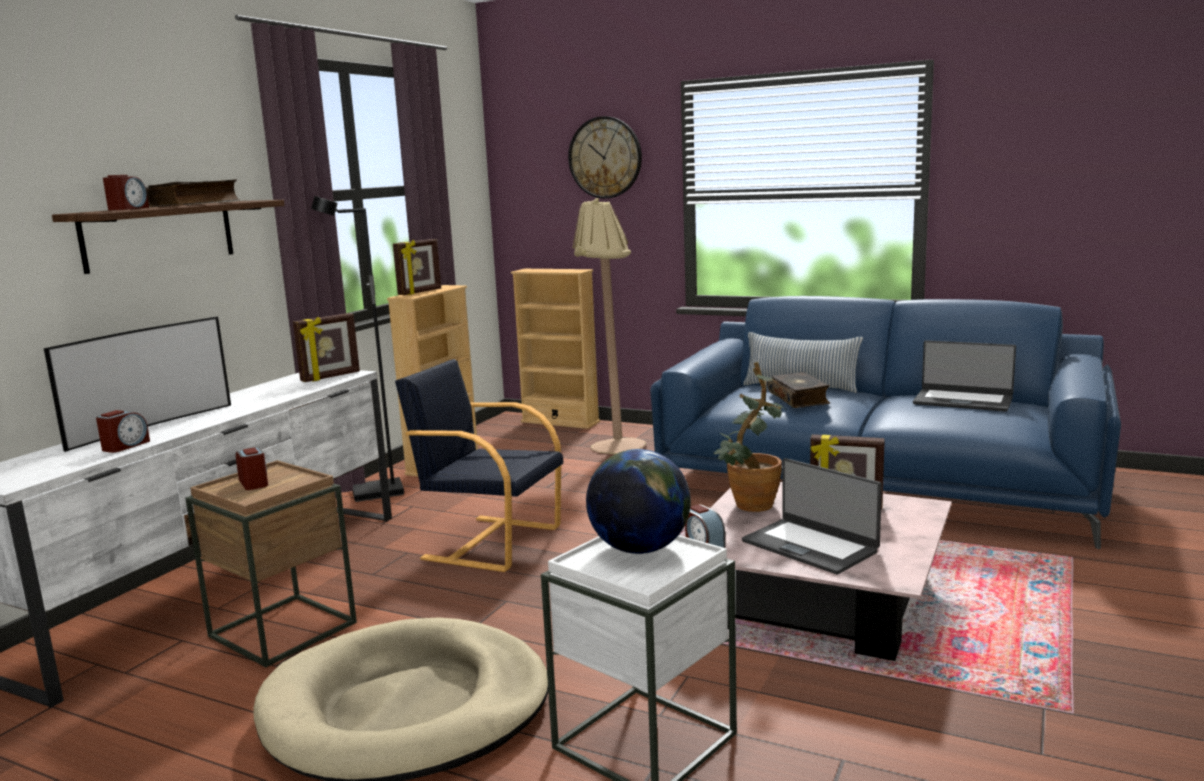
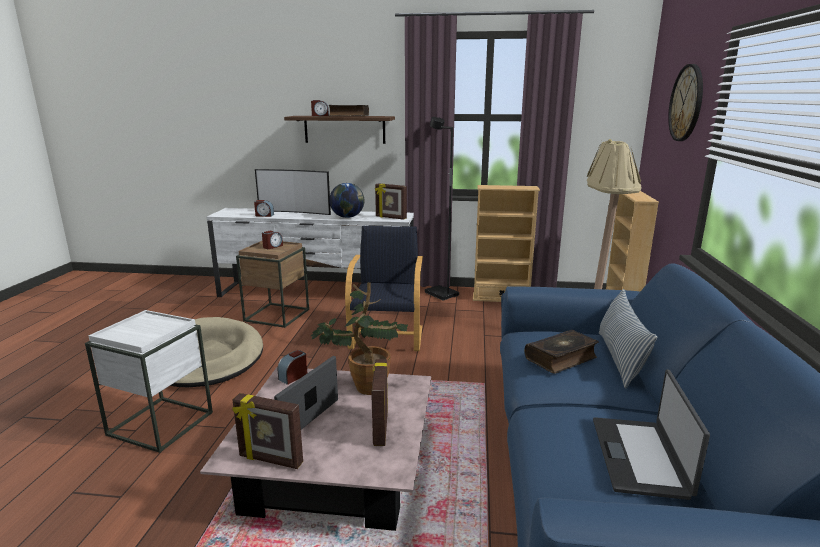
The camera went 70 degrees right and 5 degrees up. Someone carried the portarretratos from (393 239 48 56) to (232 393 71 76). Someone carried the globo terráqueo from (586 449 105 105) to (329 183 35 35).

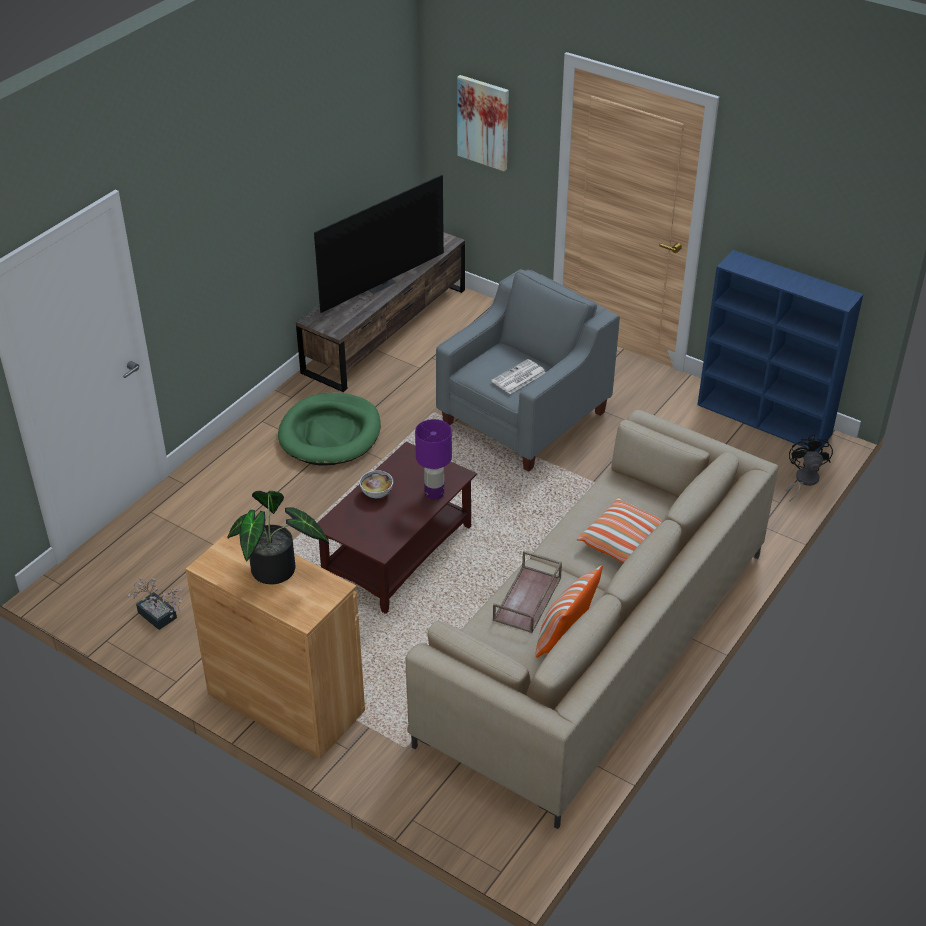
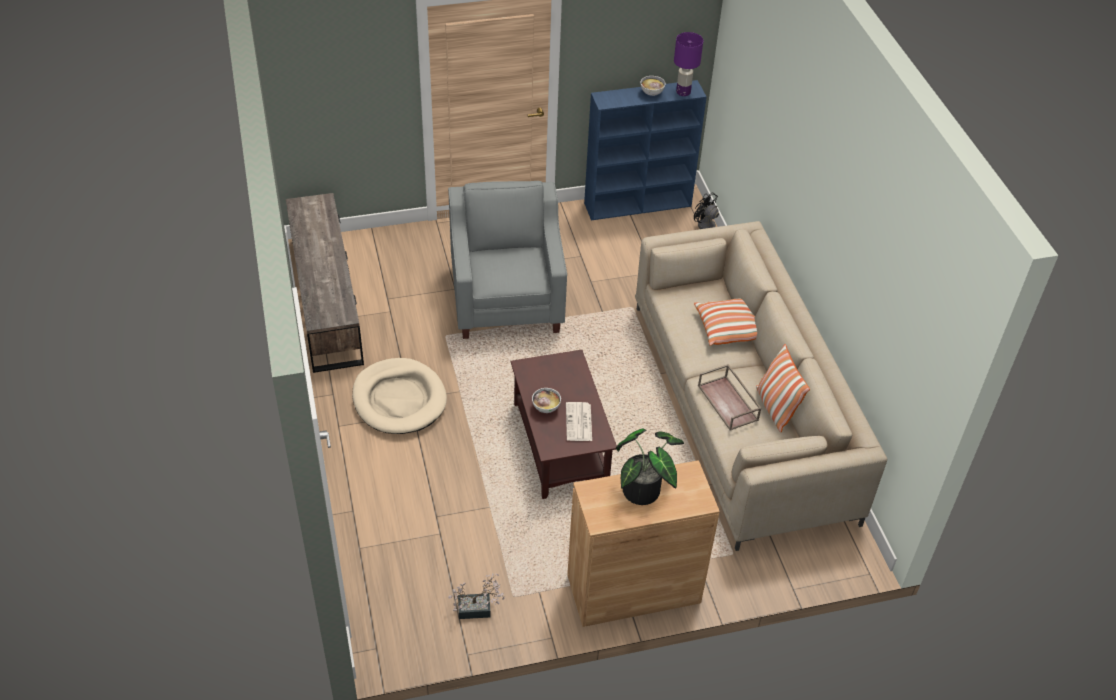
The camera went 50 degrees left and 5 degrees up. Someone repainted the cama para perro (verde) at (278 393 103 73), which became the cama para perro (beis) at (352 358 95 76). Someone carried the periódico from (491 359 55 35) to (566 402 26 39). Someone put down the cuenco at (640 76 26 20). Someone carried the lámpara de mesa (morado) from (415 419 37 81) to (674 32 29 64). Someone took away the televisor at (314 175 130 138). Someone took away the cuadro at (457 75 52 96).

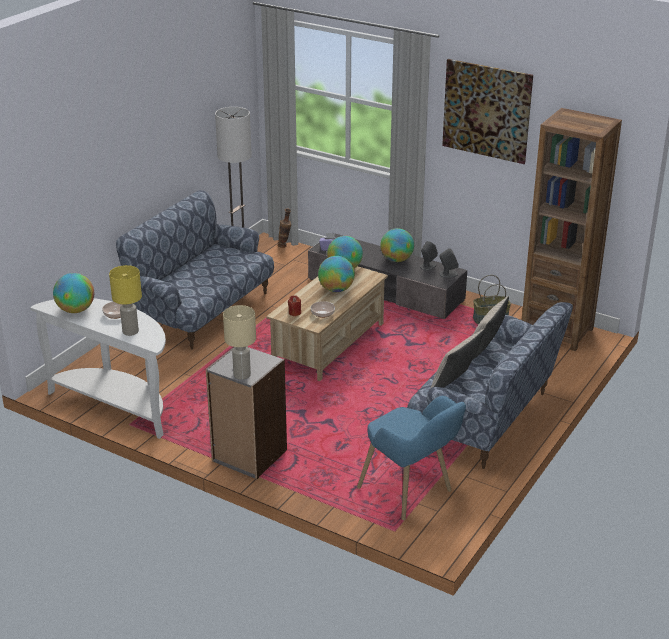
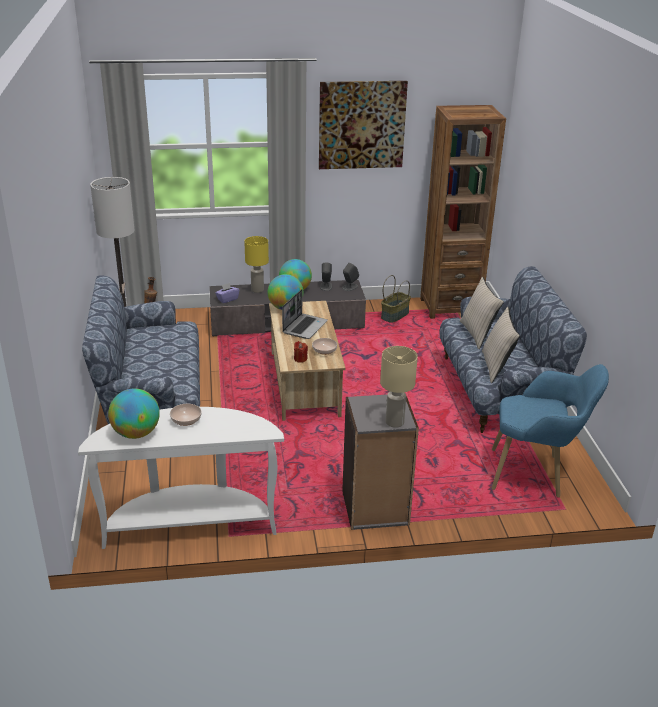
The camera went 40 degrees left and 0 degrees up. Someone carried the lámpara de mesa (amarillo) from (109 265 33 71) to (244 236 25 57). Someone swapped the globo terráqueo at (318 256 37 36) for the portátil at (282 289 46 50).

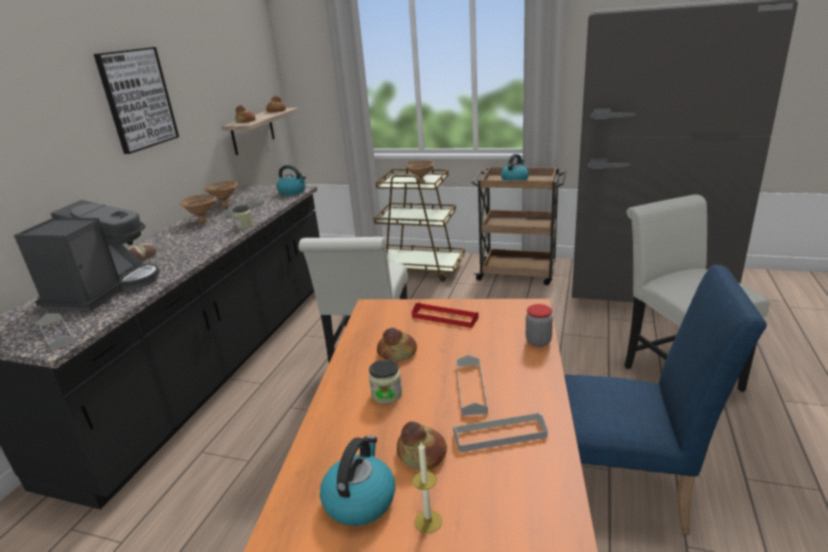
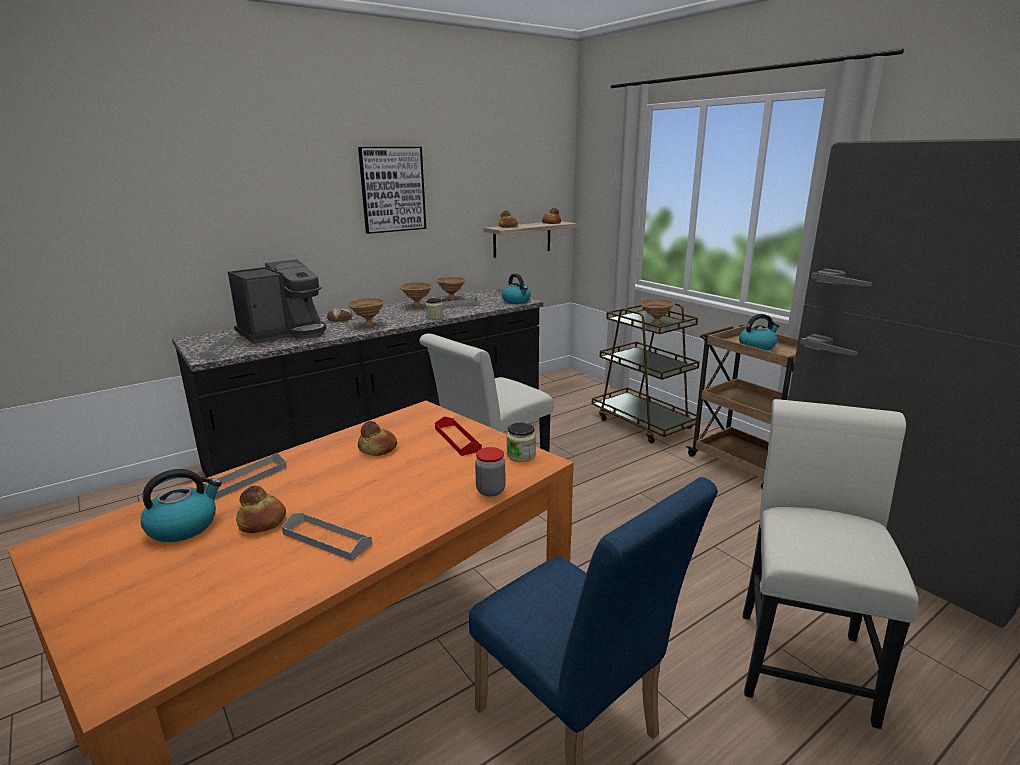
The camera went 35 degrees right and 5 degrees down. Someone carried the bandeja (gris) from (456 355 32 60) to (204 453 83 47). Someone put down the cuenco (marrón) at (348 298 37 28). Someone carried the tarro from (369 359 33 45) to (507 423 29 39). Someone took away the vela at (412 442 30 91).

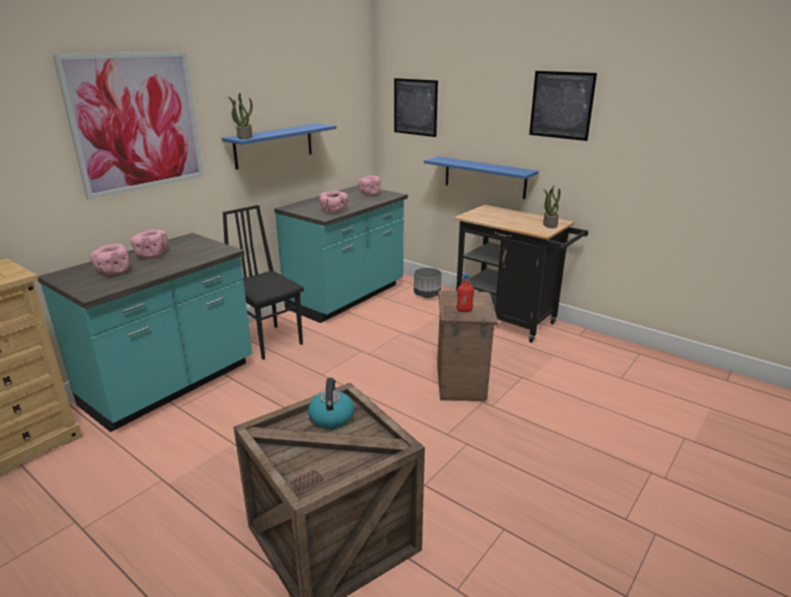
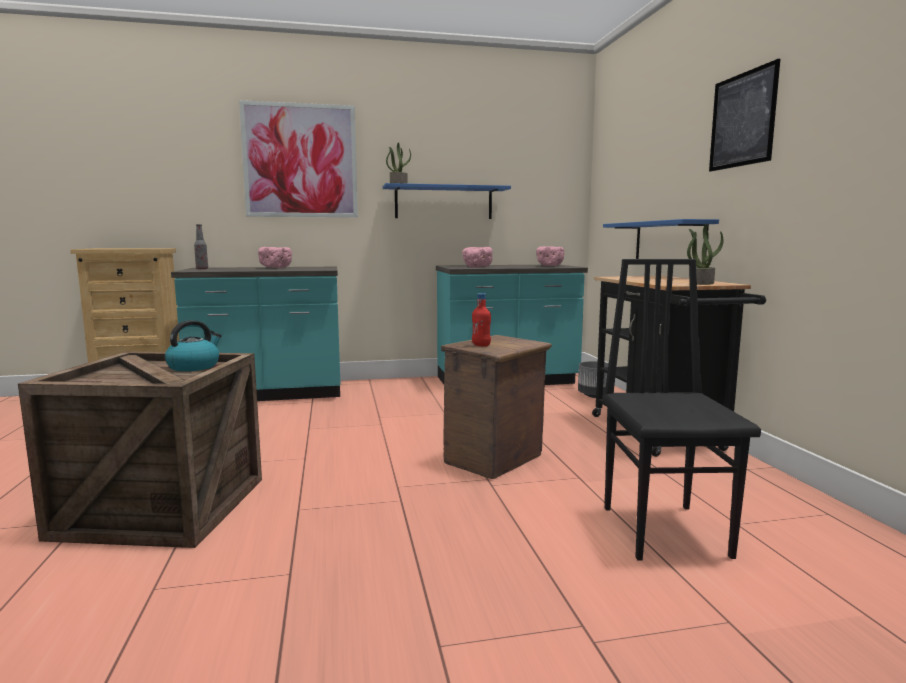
The camera went 40 degrees right and 15 degrees down. Someone put down the botella at (194 224 14 45). Someone carried the silla (negro) from (223 205 81 155) to (602 259 159 302). Someone took away the cuenco (rosa) at (90 244 39 31). Someone took away the cuadro at (394 78 44 59).

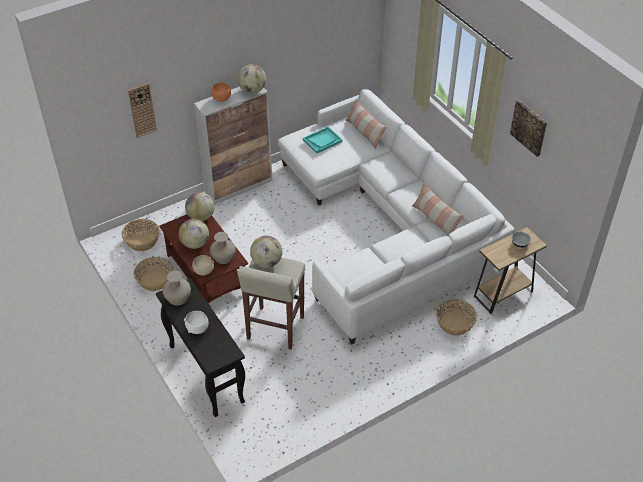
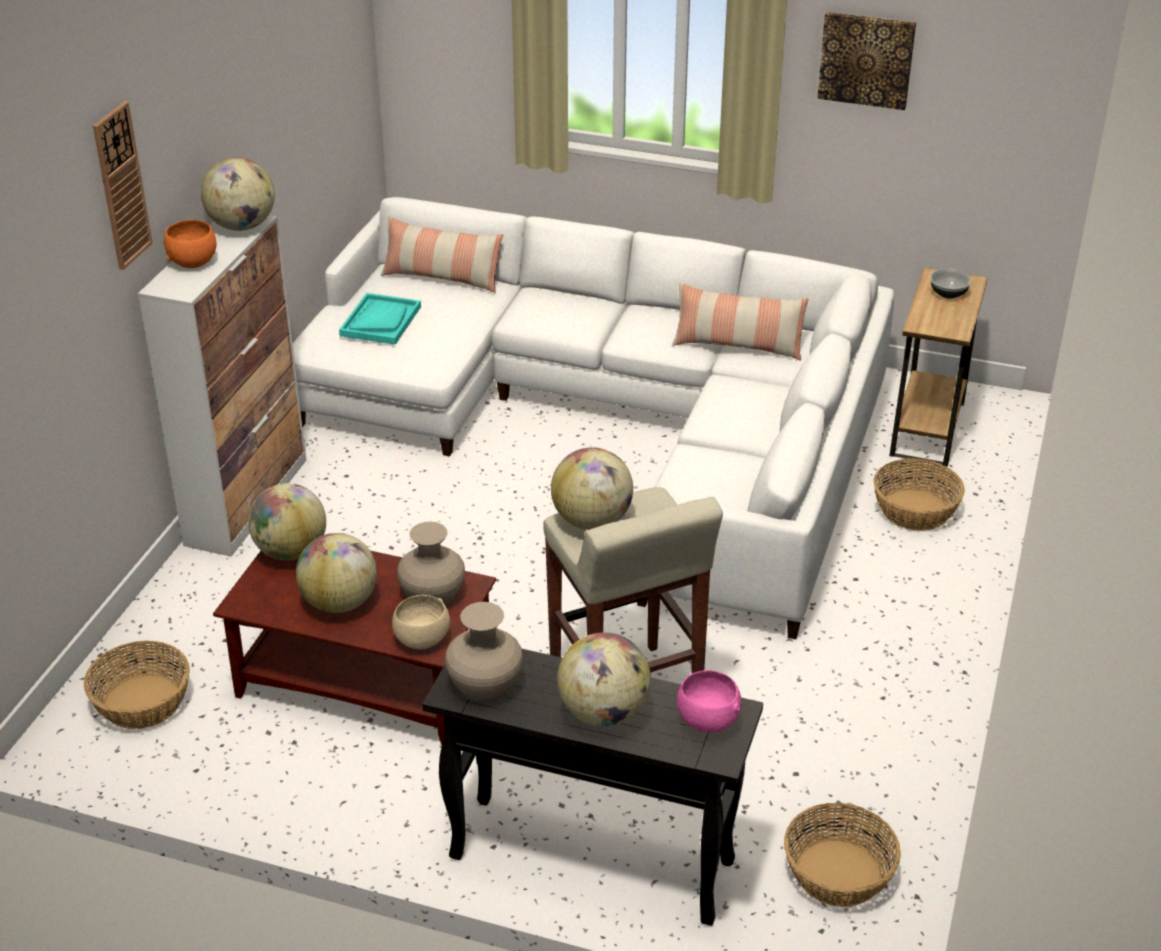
The camera went 40 degrees left and 10 degrees down. Someone carried the reloj de pared from (128 83 29 55) to (93 101 59 169). Someone swapped the cuenco (blanco) at (184 311 25 23) for the globo terráqueo at (557 632 94 95). Someone put down the cuenco (rosa) at (677 670 65 62). Someone carried the cesta from (134 257 39 34) to (784 803 117 104).

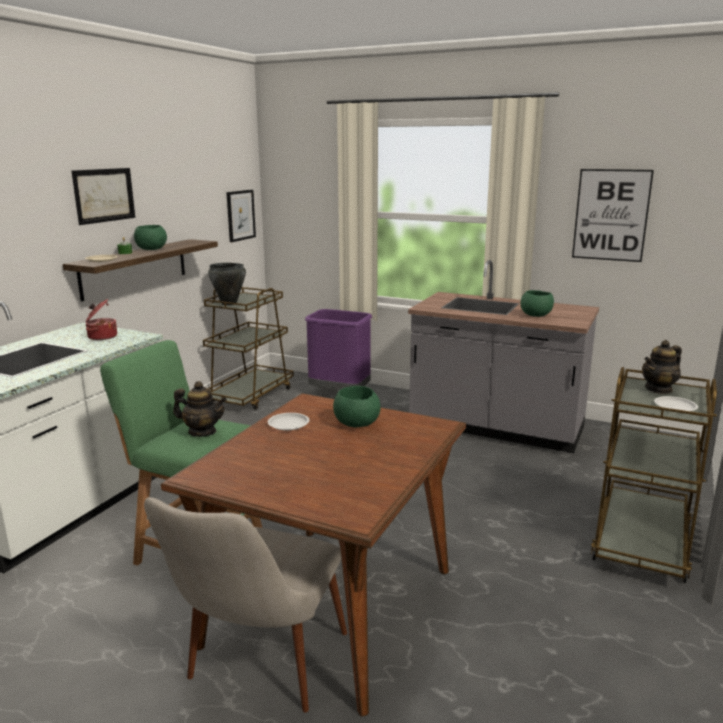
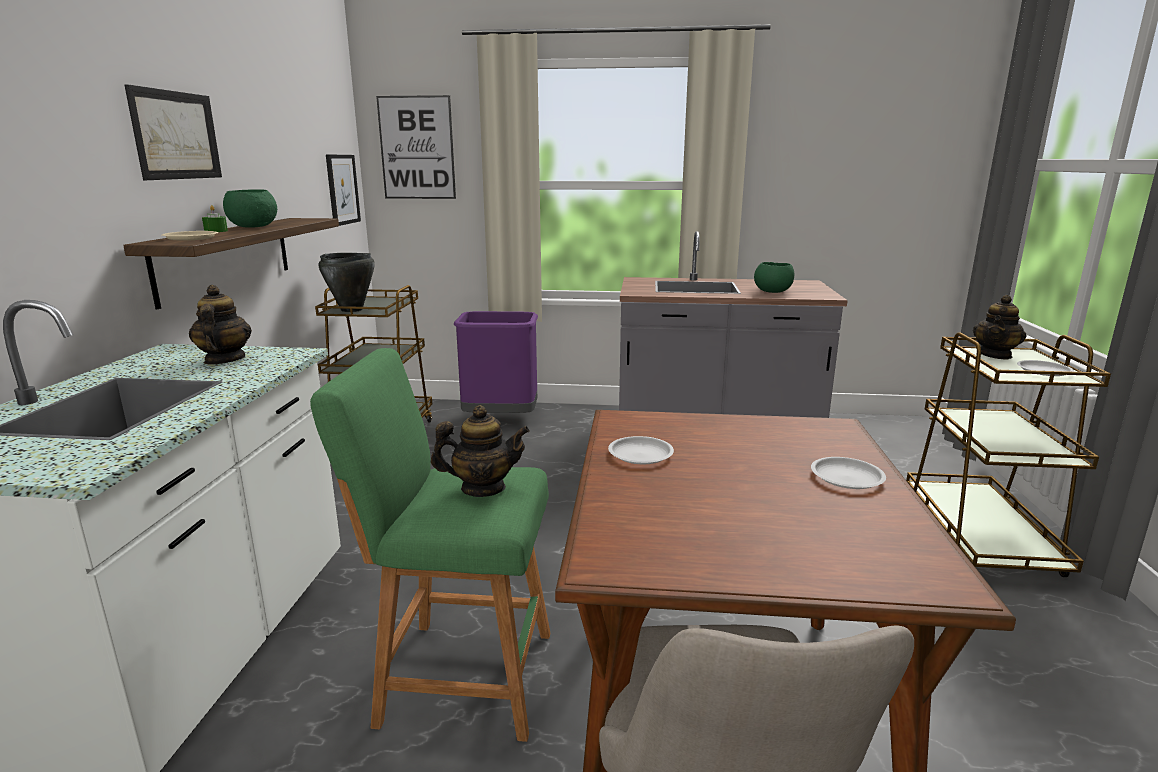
The camera went 20 degrees left and 0 degrees up. Someone swapped the olla at (85 299 32 41) for the tetera at (189 285 63 79). Someone carried the cuadro from (572 169 82 93) to (376 95 80 104). Someone put down the plato (blanco) at (811 457 75 32). Someone took away the cuenco (verde) at (333 386 48 41).

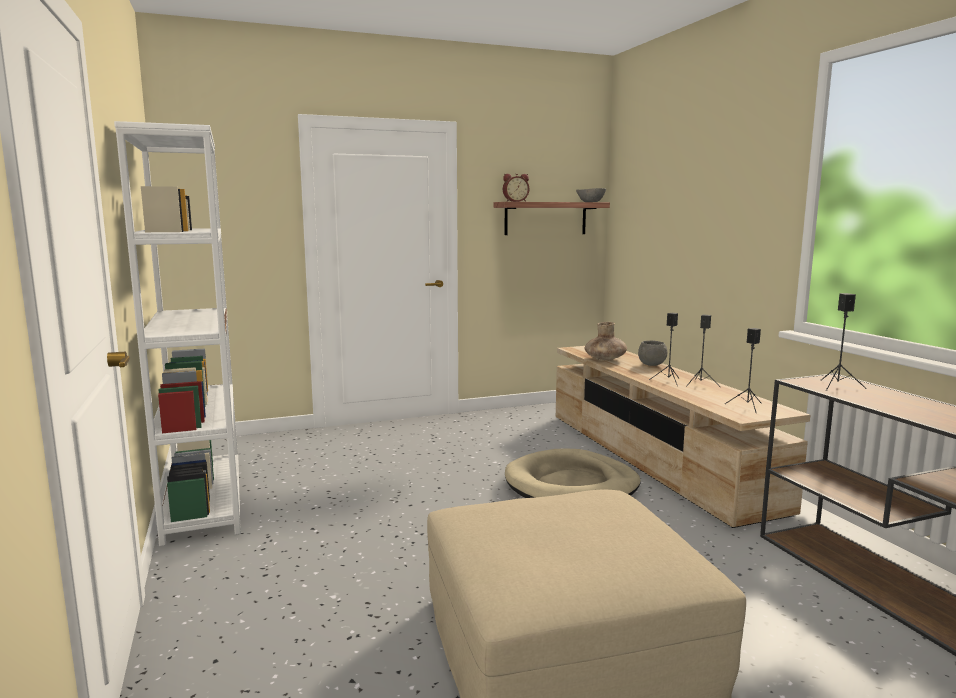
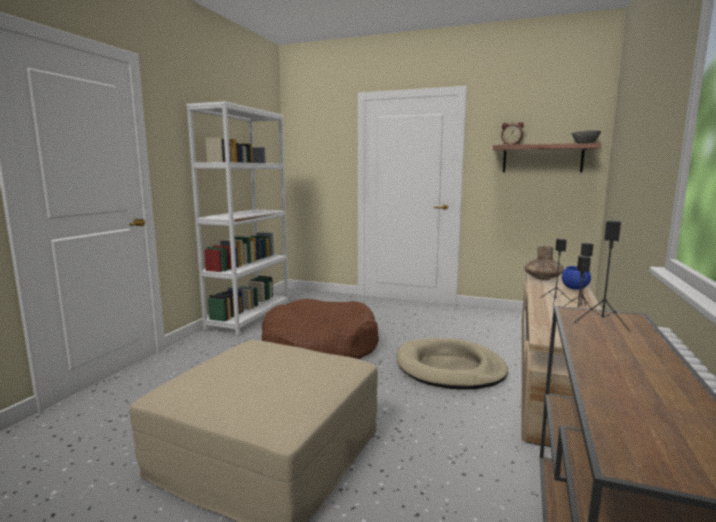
The camera went 40 degrees right and 0 degrees up. Someone put down the cama para perro (marrón) at (261 299 118 60). Someone repainted the cuenco (gris) at (638 340 30 26), which became the cuenco (azul) at (562 266 29 24).

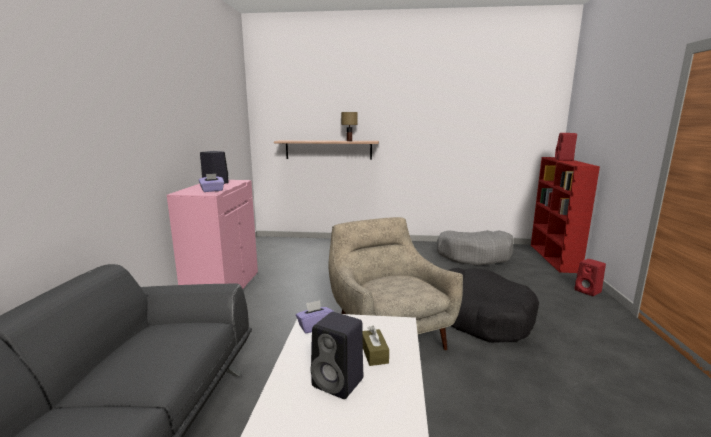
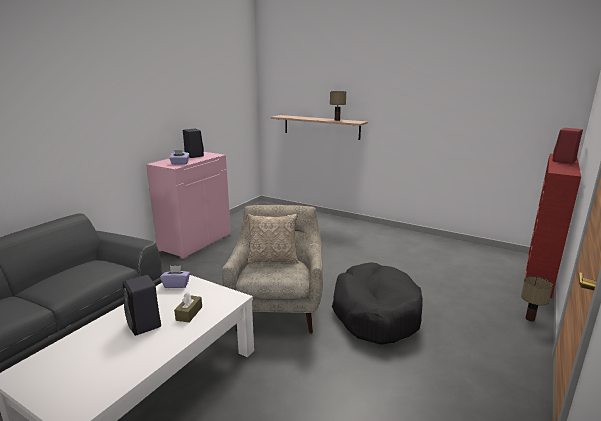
The camera went 25 degrees right and 5 degrees up. Someone put down the cojín at (247 214 52 50). Someone swapped the altavoz (rojo) at (575 259 31 37) for the lámpara de mesa at (521 276 32 45). Someone took away the cama para perro (gris) at (436 230 77 36).

